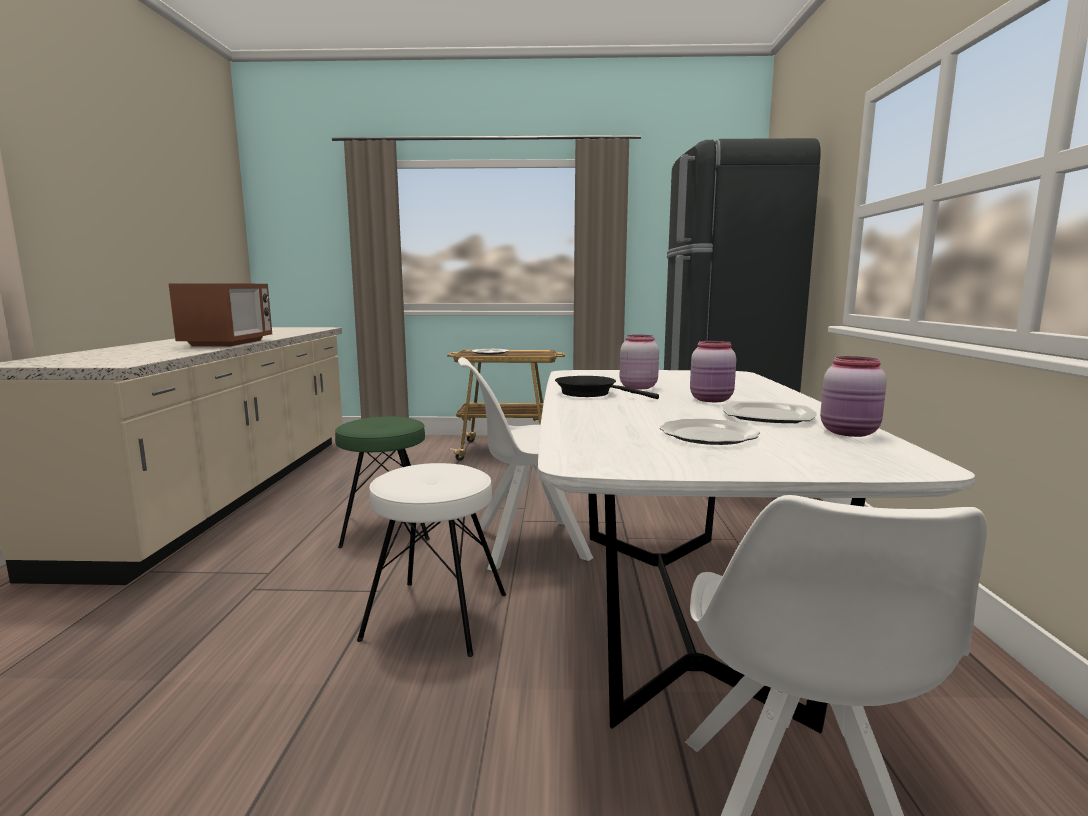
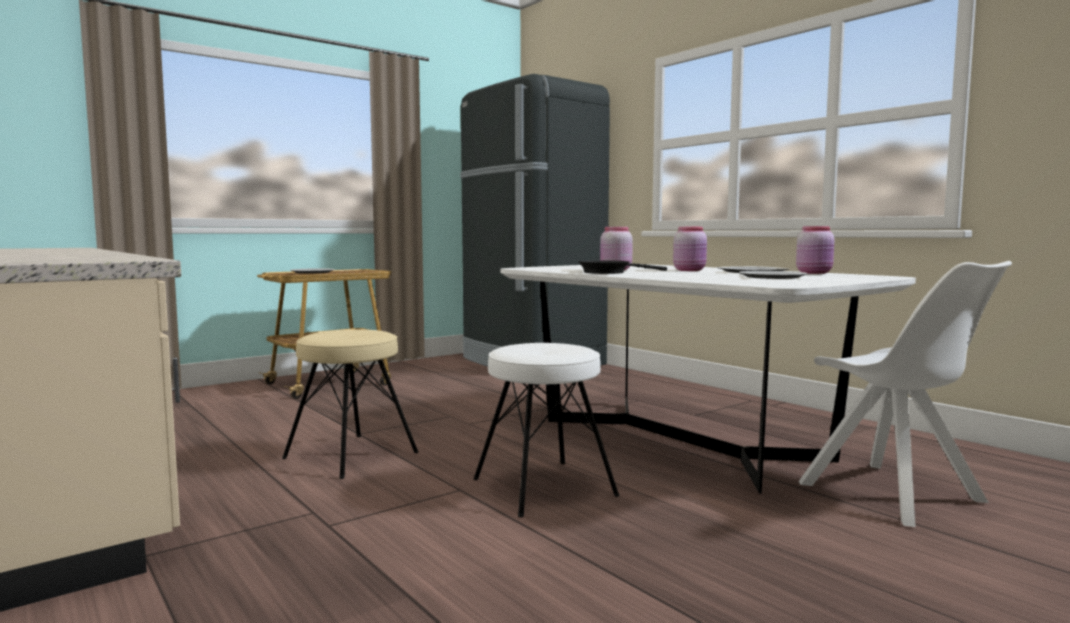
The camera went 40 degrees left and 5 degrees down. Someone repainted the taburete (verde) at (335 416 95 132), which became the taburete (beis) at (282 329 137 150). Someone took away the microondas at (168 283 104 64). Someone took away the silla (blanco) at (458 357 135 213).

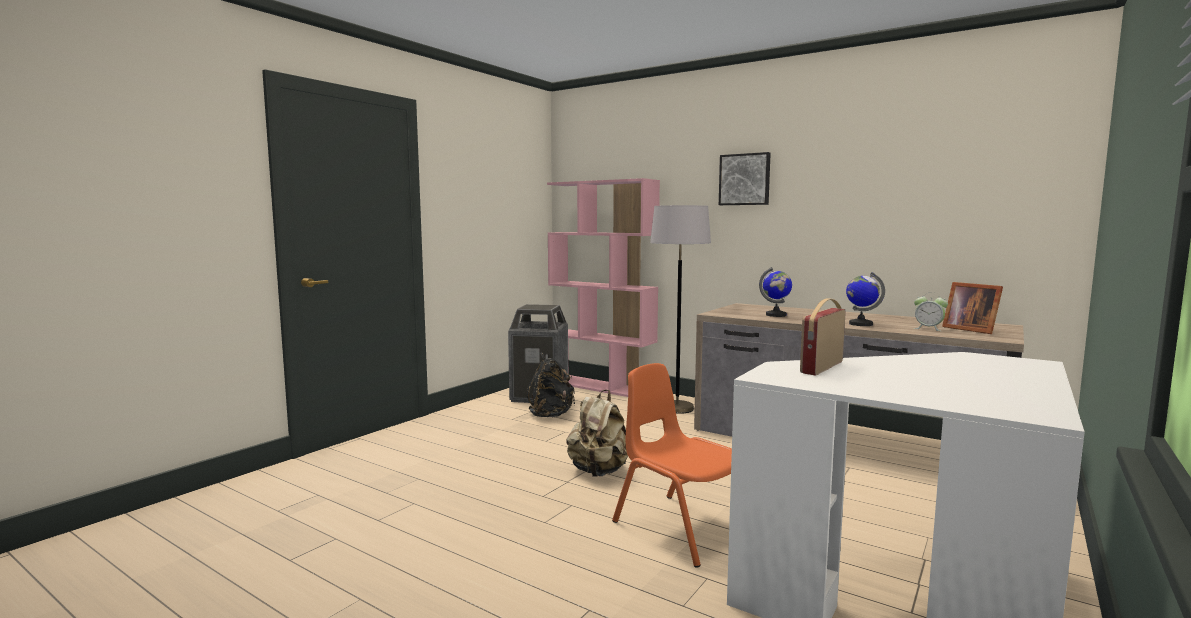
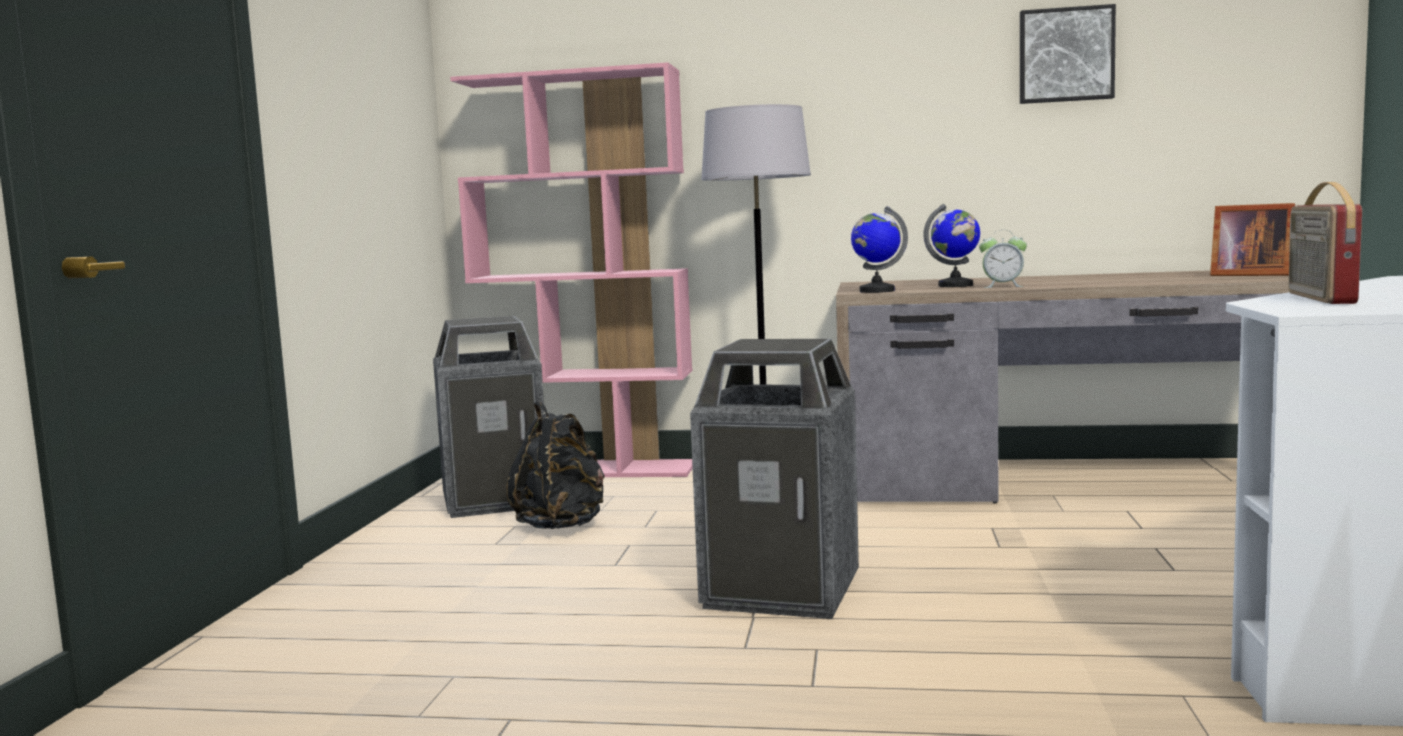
The camera went 25 degrees left and 0 degrees up. Someone swapped the mochila (beis) at (566 389 62 88) for the papelera at (690 339 169 280). Someone carried the globo terráqueo from (846 272 39 54) to (851 206 57 87). Someone carried the despertador from (914 292 34 39) to (979 230 48 58). Someone carried the cuadro from (719 152 52 53) to (1020 4 96 100). Someone took away the silla (naranja) at (612 363 120 205).

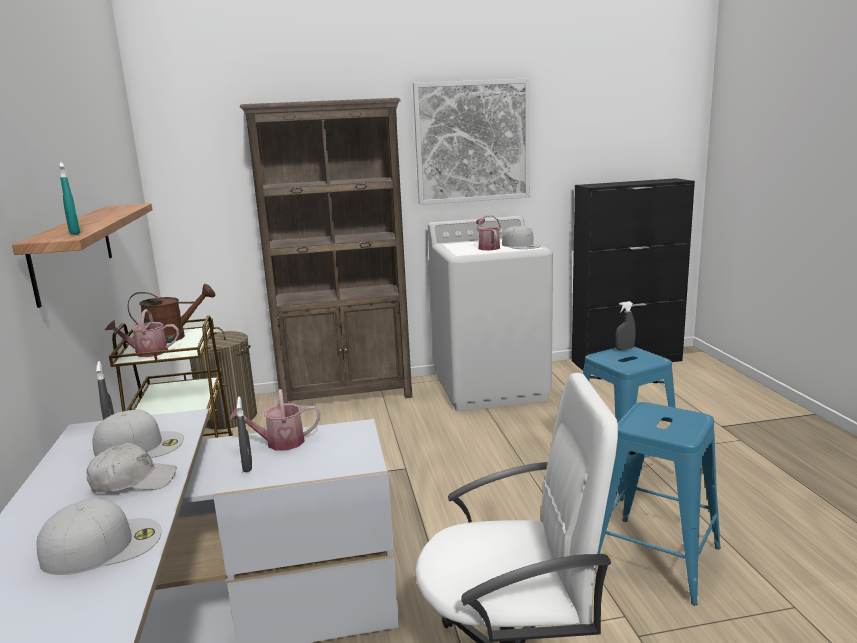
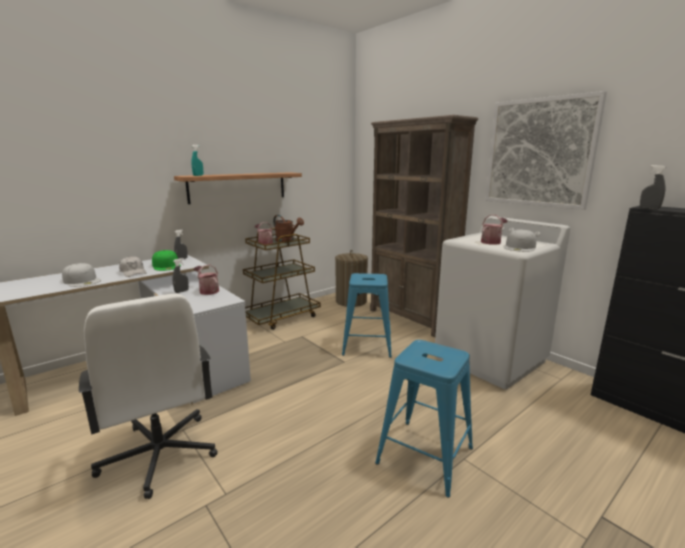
The camera went 60 degrees right and 0 degrees up. Someone repainted the gorra (blanco) at (93 410 91 48), which became the gorra (verde) at (152 250 29 21). Someone carried the taburete (azul) from (595 402 126 203) to (342 273 50 85). Someone carried the pulverizador (gris) from (615 301 21 49) to (640 165 26 44).

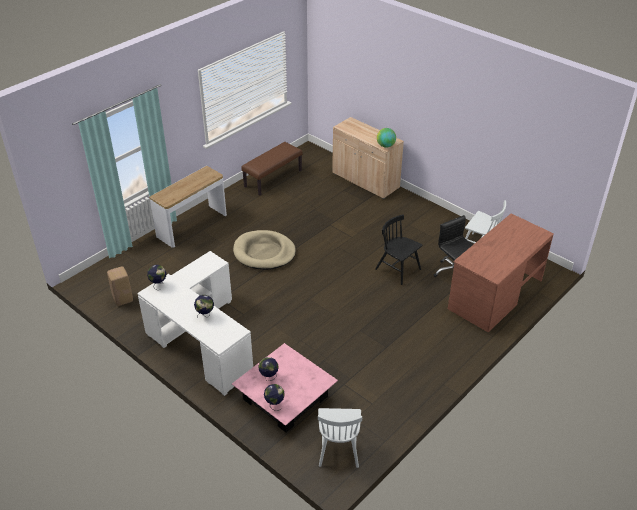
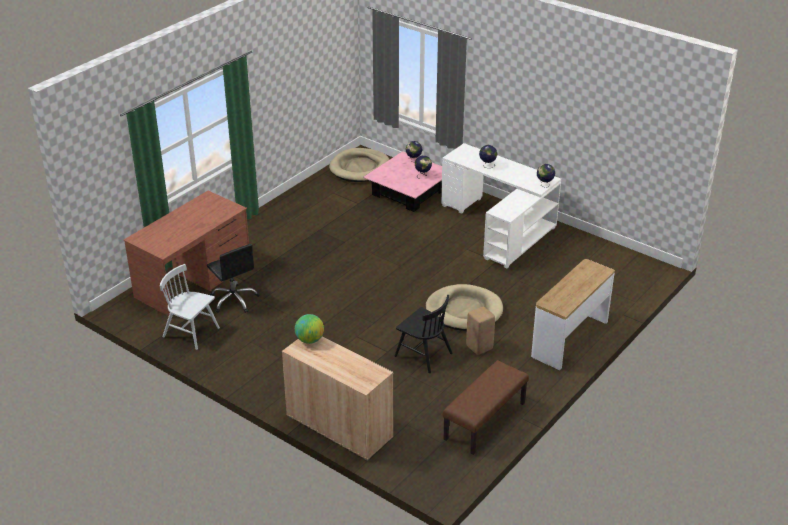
The camera went 175 degrees right and 5 degrees down. Someone swapped the silla (blanco) at (318 408 44 60) for the cama para perro (beis) at (329 148 61 34). Someone carried the silla (negro) from (375 214 48 71) to (394 295 59 78). Someone carried the taburete (beis) from (107 266 26 40) to (466 307 29 48).

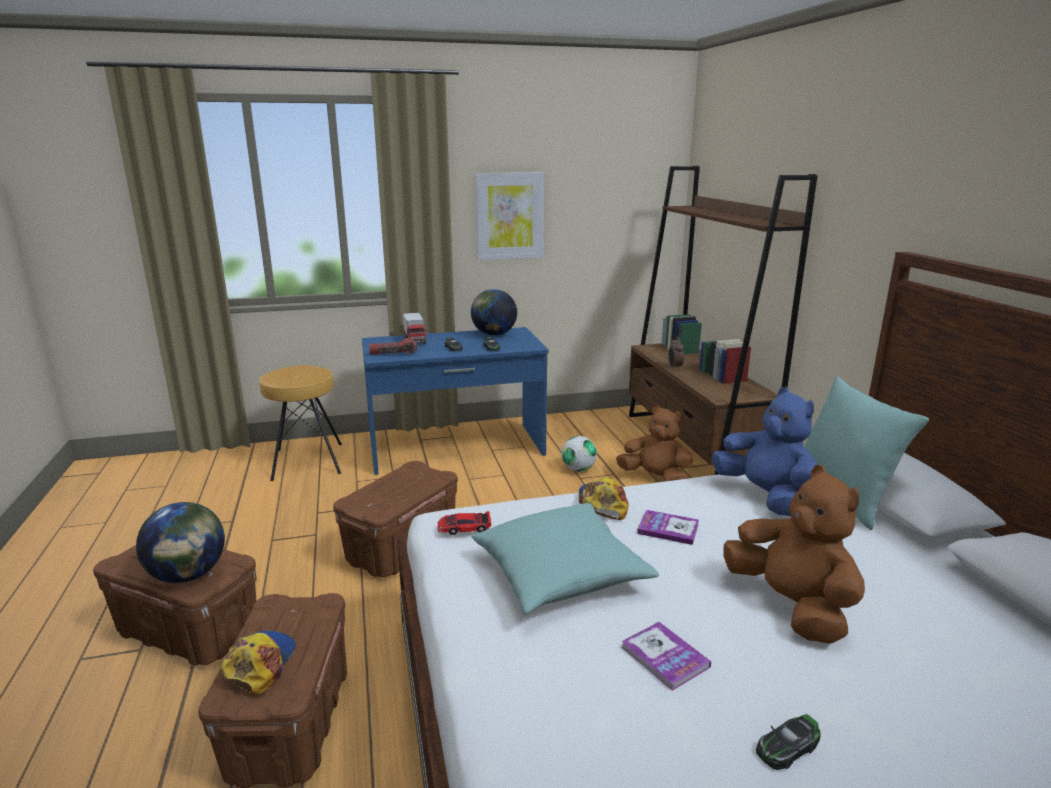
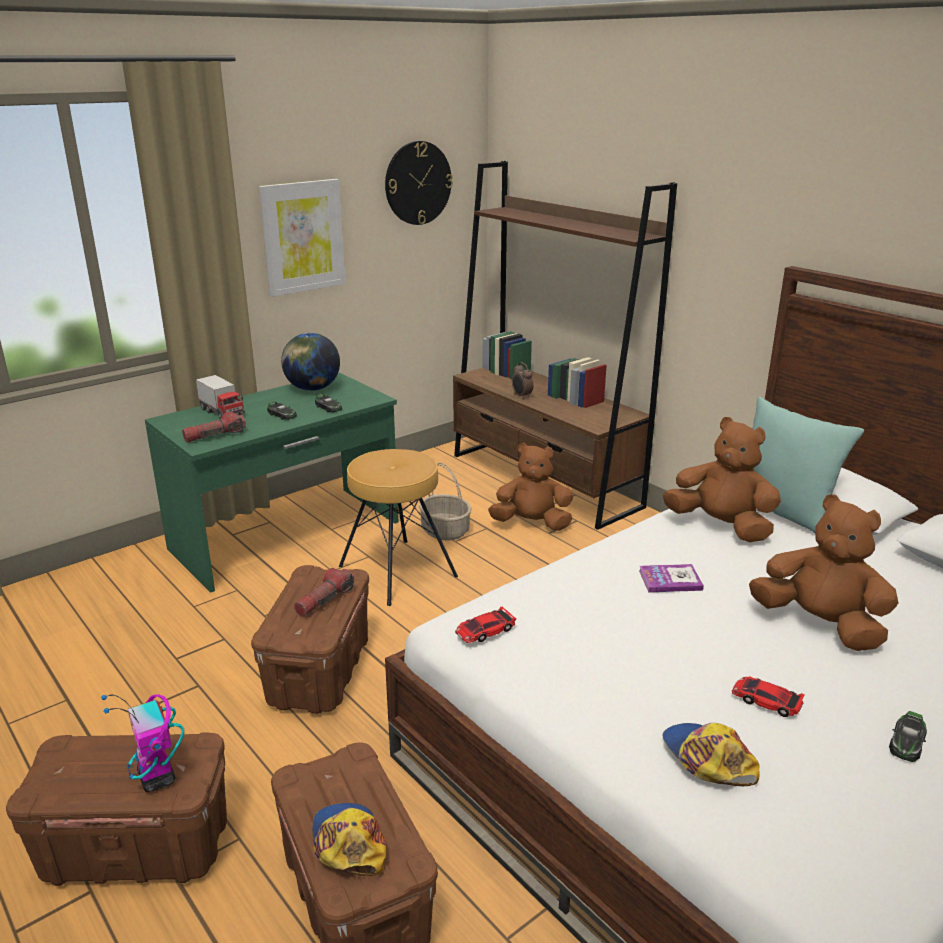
The camera went 25 degrees left and 5 degrees up. Someone swapped the globo terráqueo at (136 502 89 81) for the robot de juguete at (101 694 83 98). Someone repainted the escritorio (azul) at (362 327 187 148), which became the escritorio (verde) at (145 372 253 221). Someone put down the linterna at (294 568 60 49). Someone carried the taburete (marrón) from (259 365 83 116) to (339 449 119 157). Someone put up the reloj de pared at (385 141 68 84). Someone swapped the balón de fútbol at (561 436 36 36) for the cesta at (419 463 52 78). Someone carried the gorra from (579 477 50 43) to (662 723 98 63). Someone repainted the peluche (azul) at (712 387 105 129), which became the peluche (marrón) at (663 417 118 125). Someone swapped the libro at (621 622 90 69) for the coche de juguete at (732 676 73 41). Someone took away the cojín (turquesa) at (472 503 187 111).

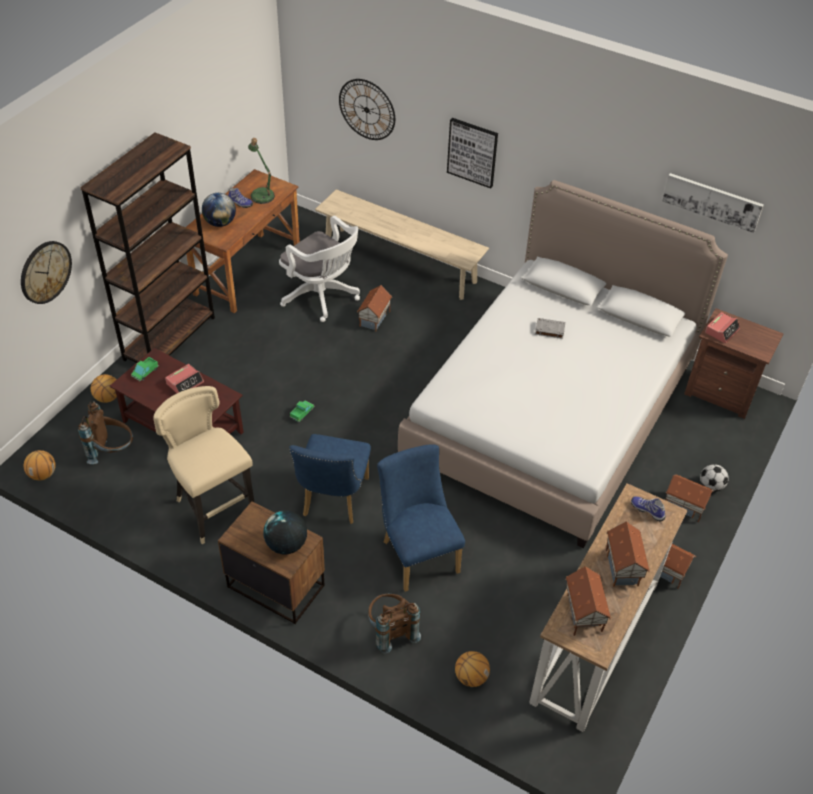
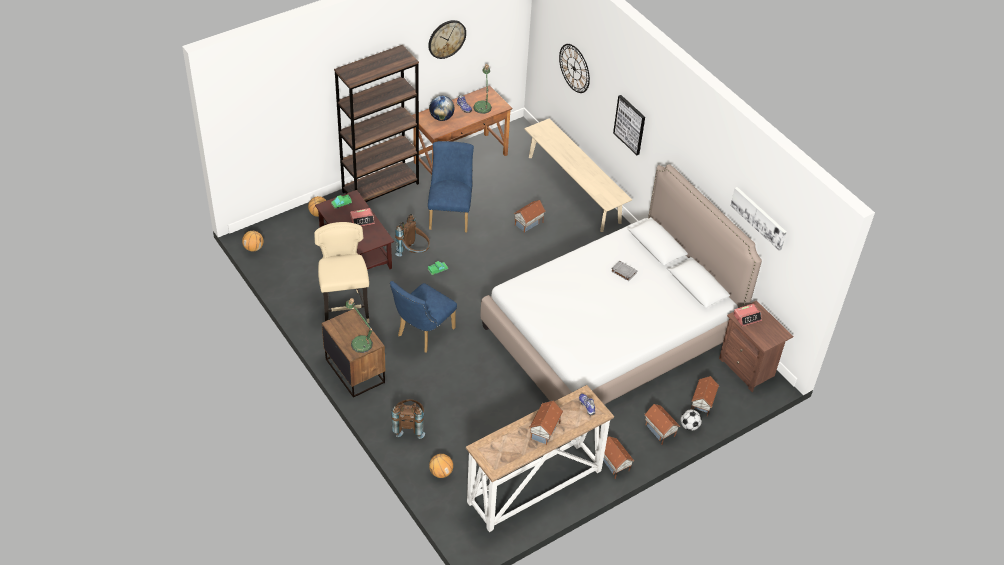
The camera went 25 degrees right and 0 degrees up. Someone swapped the globo terráqueo at (263 510 44 45) for the lámpara de mesa at (345 298 28 55). Someone carried the mochila (marrón) from (78 401 55 63) to (395 214 35 43). Someone carried the reloj de pared from (21 241 51 63) to (428 20 38 39). Someone carried the silla (azul) from (377 445 88 147) to (428 141 46 91). Someone carried the casita from (565 566 46 70) to (691 376 28 41). Someone took away the silla de oficina (blanco) at (279 216 81 106).

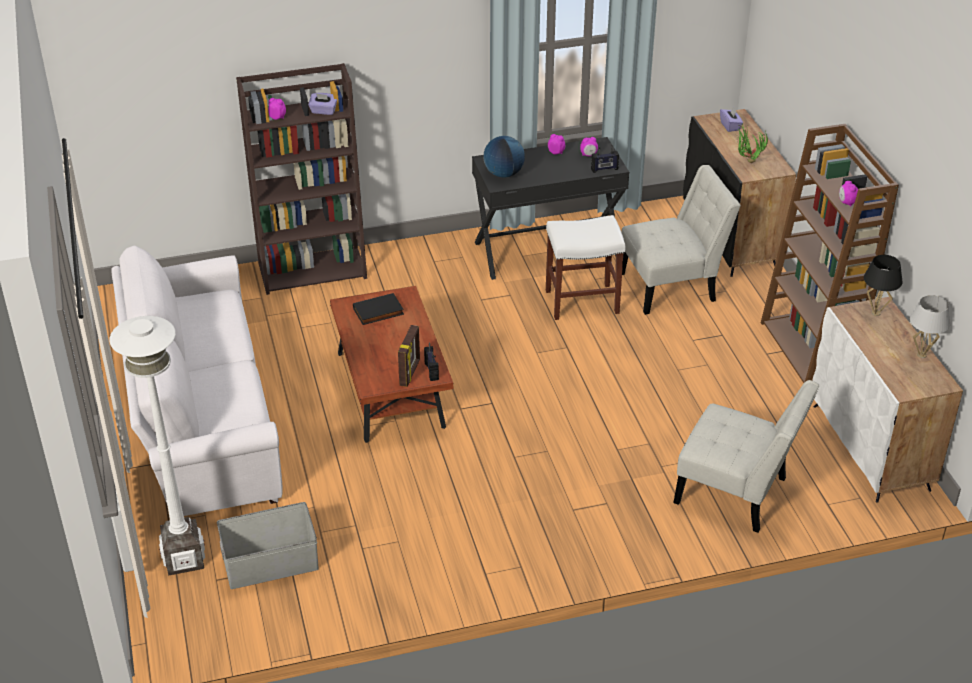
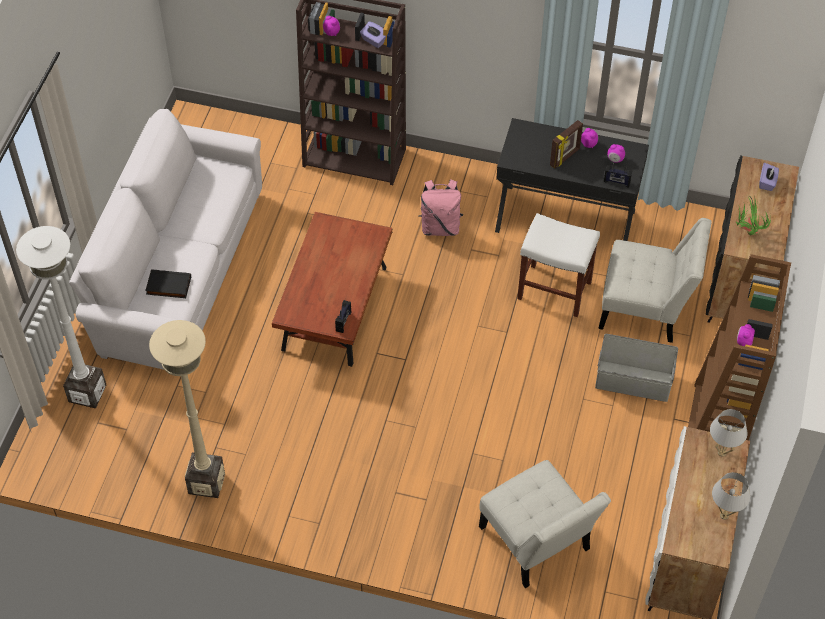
The camera went 30 degrees right and 15 degrees up. Someone carried the libro (negro) from (353 293 51 32) to (145 269 46 29). Someone put down the lámpara de pie (beis) at (149 320 76 178). Someone put down the mochila (rosa) at (418 179 45 57). Someone carried the portarretratos from (398 325 22 62) to (550 120 33 49). Someone carried the caja de almacenaje (gris) from (217 502 102 87) to (595 334 83 68). Someone repainted the lámpara de mesa (negro) at (864 255 38 61), which became the lámpara de mesa (blanco) at (710 409 38 48). Someone took away the globo terráqueo at (484 136 41 41).

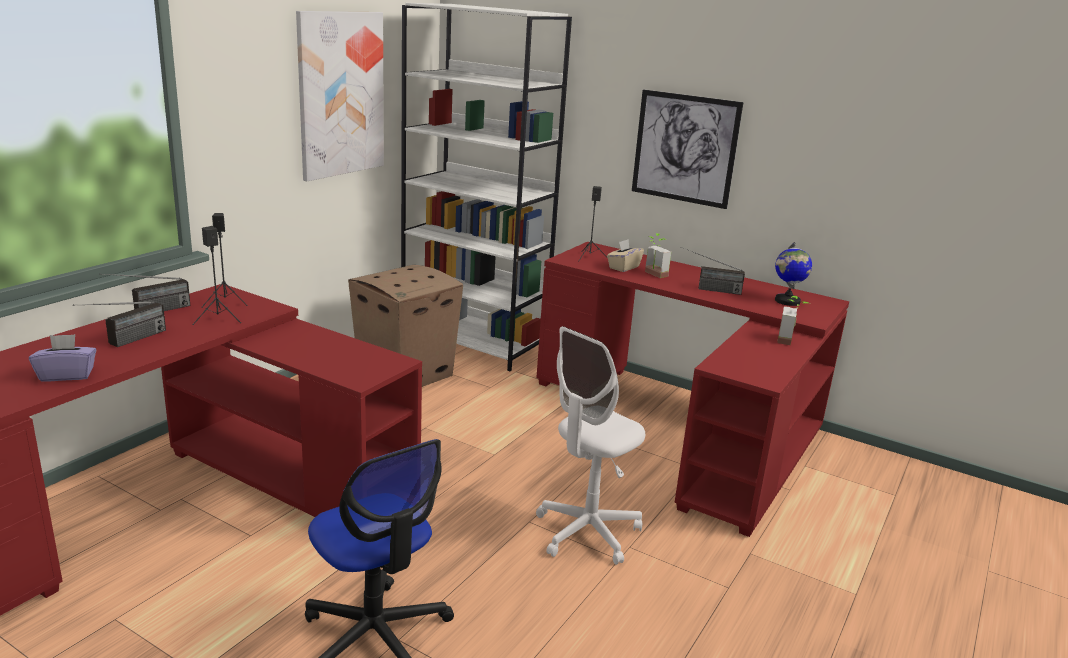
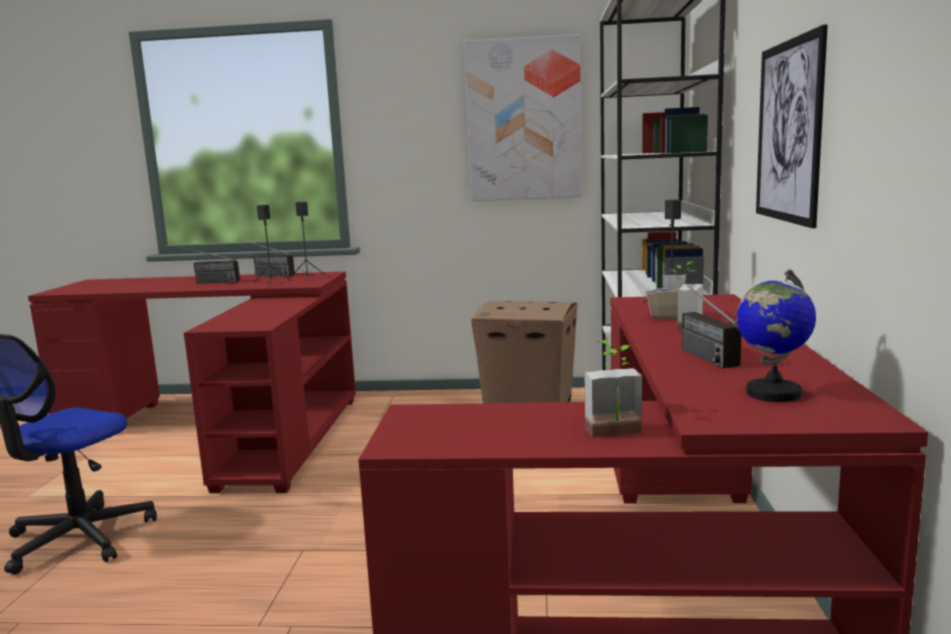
The camera went 65 degrees right and 10 degrees down. Someone took away the caja de pañuelos (morado) at (29 334 67 48). Someone took away the silla de oficina (blanco) at (536 326 109 239).

